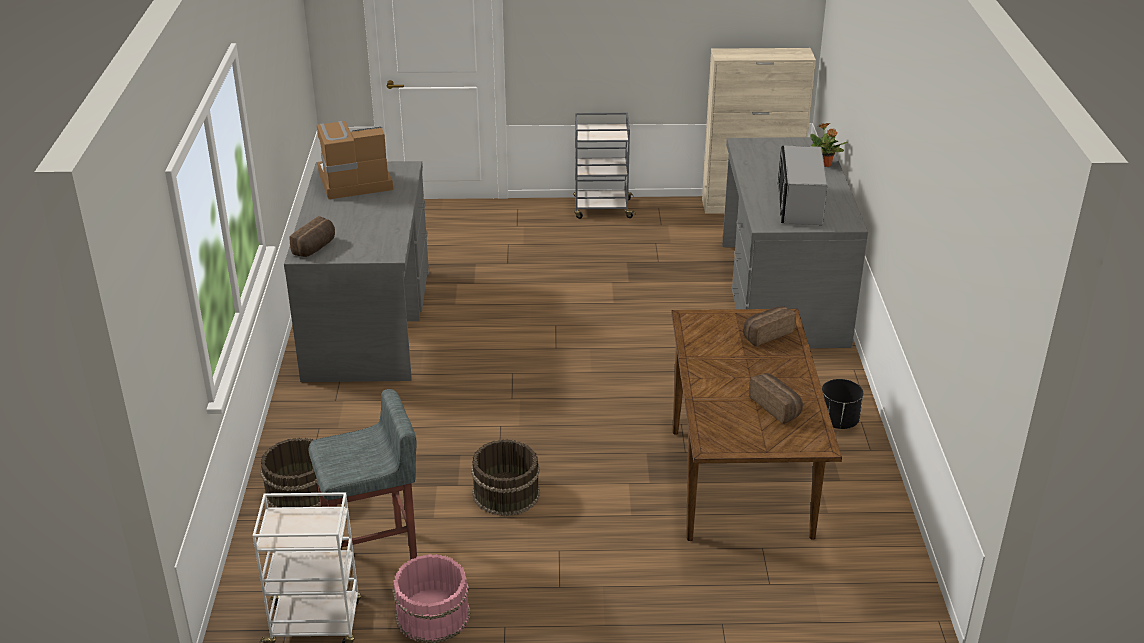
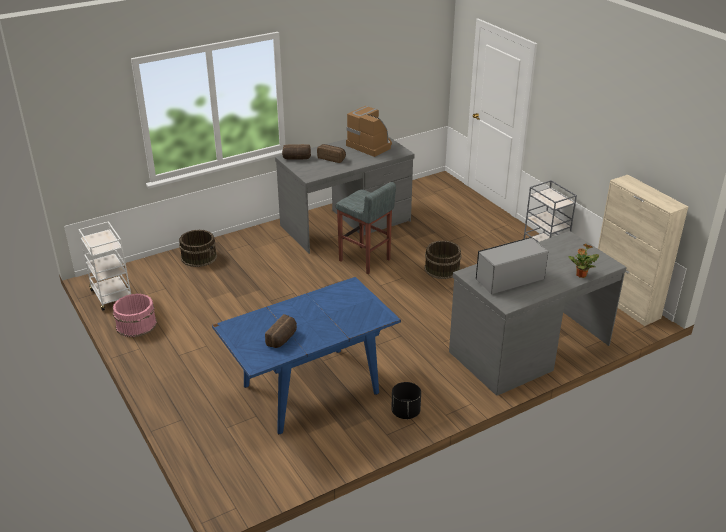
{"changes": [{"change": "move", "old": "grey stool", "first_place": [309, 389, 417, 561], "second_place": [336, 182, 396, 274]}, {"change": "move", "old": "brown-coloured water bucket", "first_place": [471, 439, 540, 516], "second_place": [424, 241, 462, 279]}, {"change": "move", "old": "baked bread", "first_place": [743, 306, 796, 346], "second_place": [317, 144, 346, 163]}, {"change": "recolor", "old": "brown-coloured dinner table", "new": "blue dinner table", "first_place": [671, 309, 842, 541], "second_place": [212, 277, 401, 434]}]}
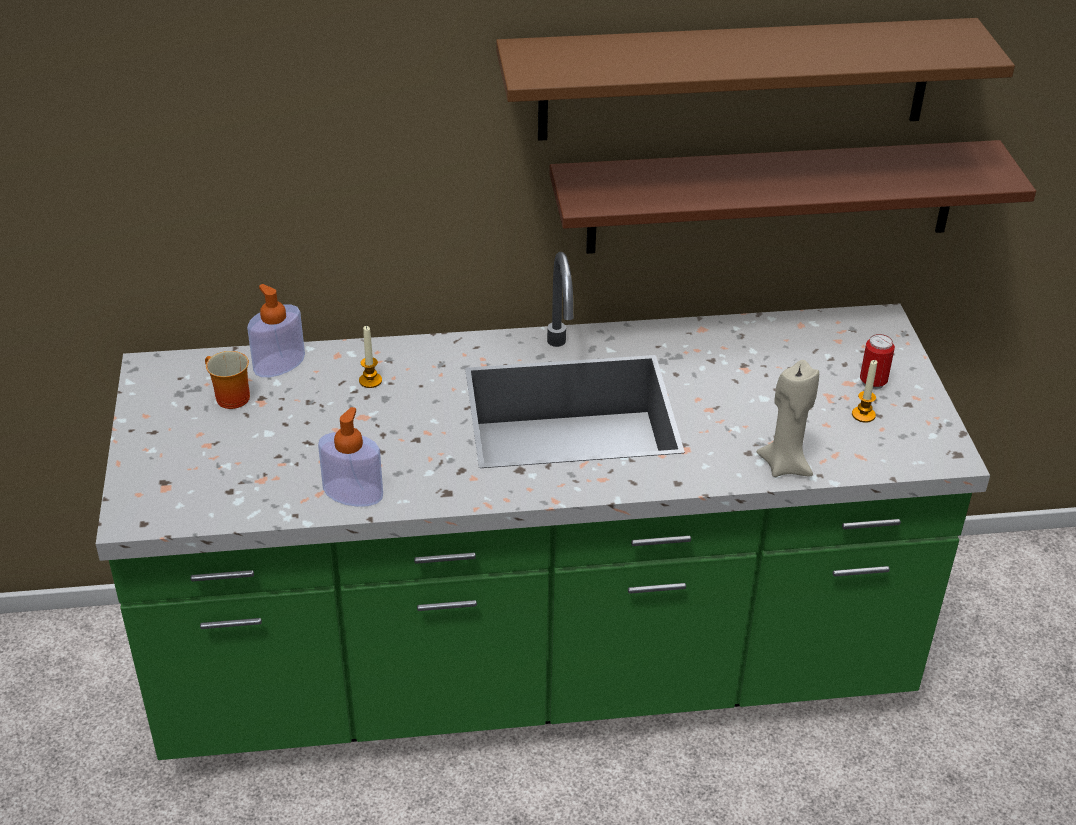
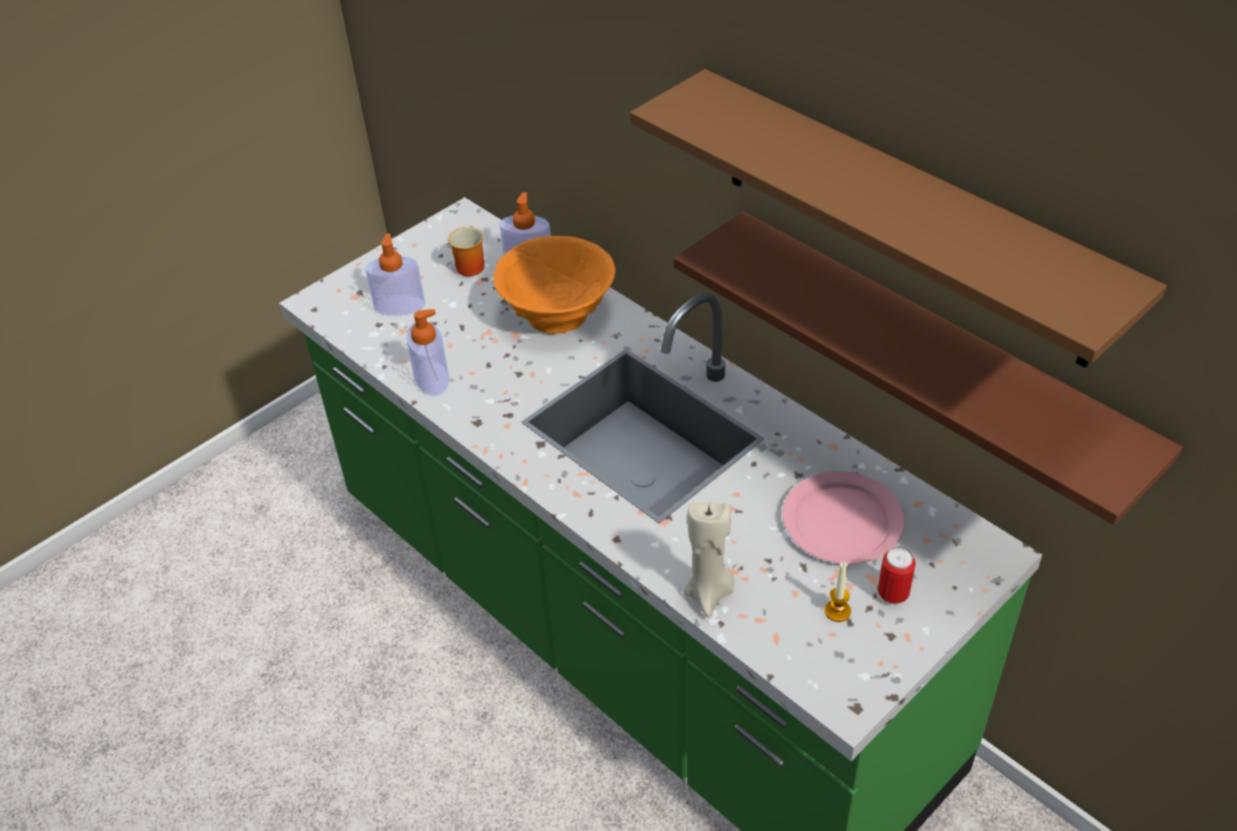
{"changes": [{"change": "insert", "new": "liquid soap bottle", "second_place": [365, 234, 425, 316]}, {"change": "insert", "new": "pinkish plate", "second_place": [783, 471, 905, 564]}, {"change": "replace", "old": "candle", "new": "orangey bowl", "first_place": [359, 326, 382, 388], "second_place": [493, 236, 615, 334]}]}
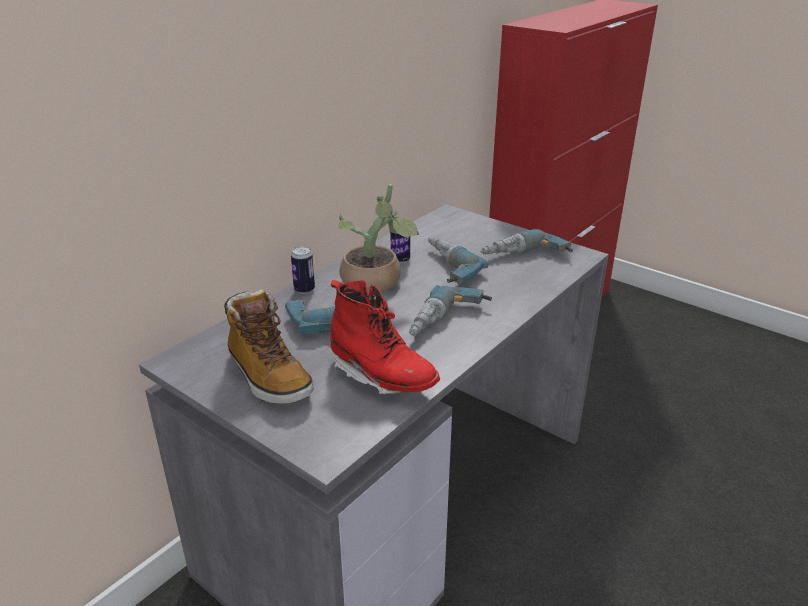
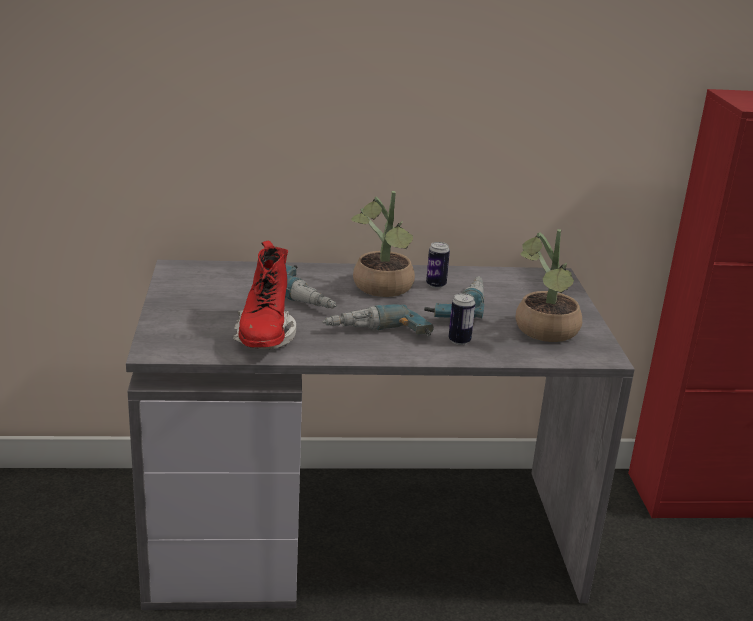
{"changes": [{"change": "delete", "old": "boot", "first_place": [224, 289, 313, 404]}, {"change": "move", "old": "sealed can", "first_place": [291, 246, 315, 294], "second_place": [449, 293, 475, 345]}, {"change": "replace", "old": "power drill", "new": "plant in a pot", "first_place": [480, 229, 573, 254], "second_place": [516, 229, 582, 342]}]}
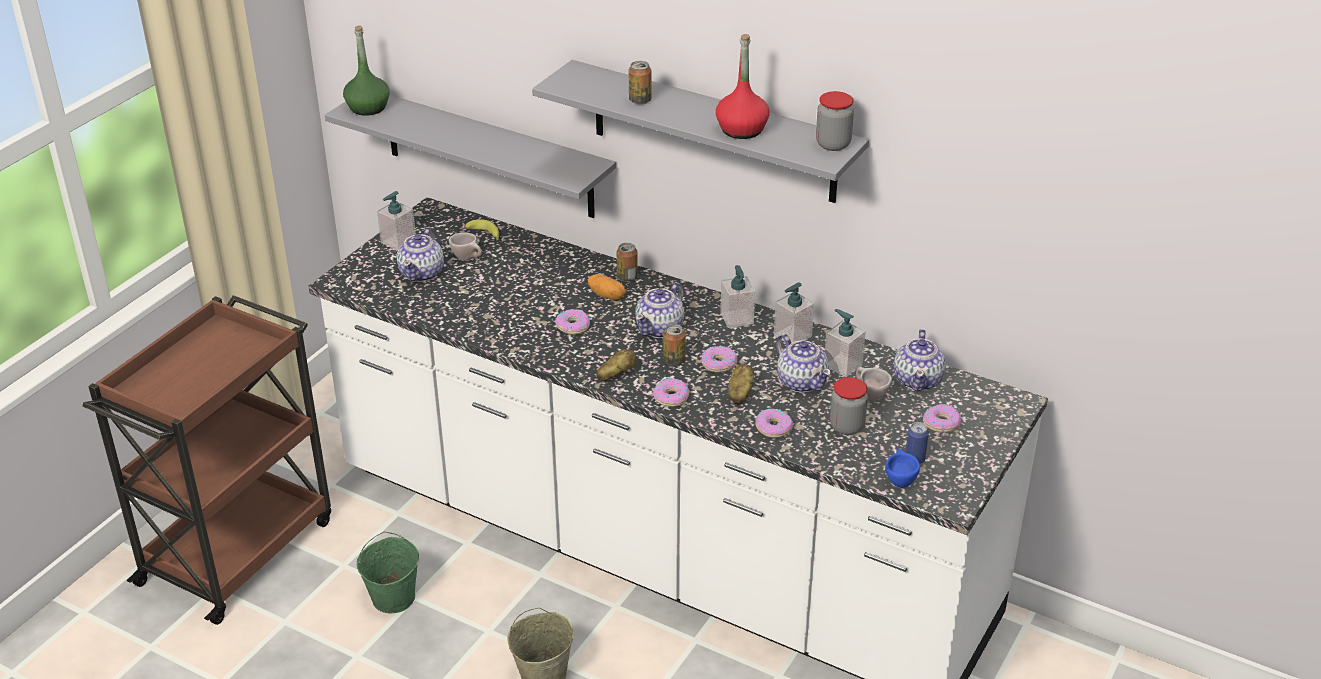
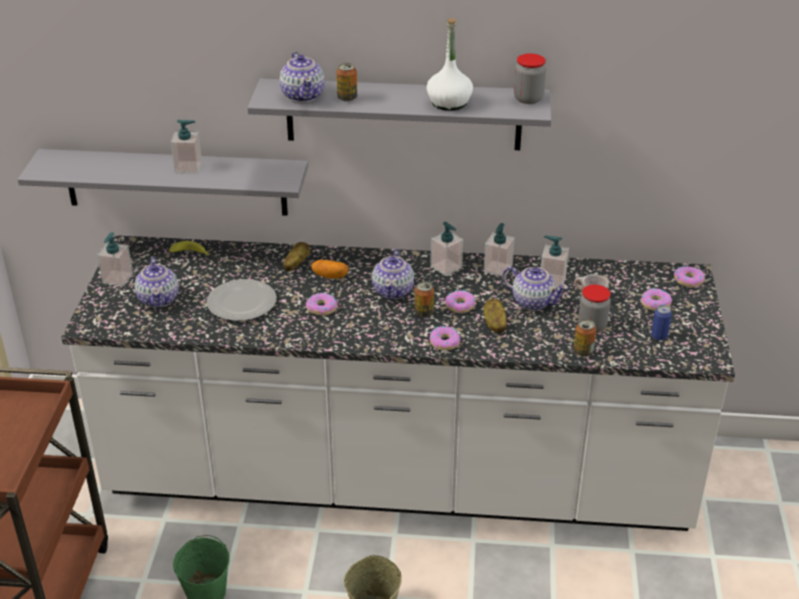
{"changes": [{"change": "delete", "old": "green-coloured bottle", "first_place": [343, 26, 390, 116]}, {"change": "delete", "old": "sand-coloured small cup", "first_place": [449, 232, 482, 261]}, {"change": "delete", "old": "blue small cup", "first_place": [885, 448, 920, 488]}, {"change": "insert", "new": "liquid soap bottle", "second_place": [171, 120, 202, 173]}, {"change": "insert", "new": "plate", "second_place": [206, 279, 277, 321]}, {"change": "move", "old": "spud", "first_place": [596, 349, 637, 381], "second_place": [283, 242, 310, 271]}, {"change": "move", "old": "sealed can", "first_place": [617, 243, 638, 282], "second_place": [573, 319, 596, 356]}, {"change": "move", "old": "ring doughnut", "first_place": [755, 409, 793, 438], "second_place": [674, 266, 705, 287]}, {"change": "move", "old": "pot for tea", "first_place": [894, 329, 946, 391], "second_place": [280, 52, 325, 102]}, {"change": "recolor", "old": "red-coloured bottle", "new": "white-coloured bottle", "first_place": [716, 34, 769, 139], "second_place": [427, 18, 473, 111]}]}
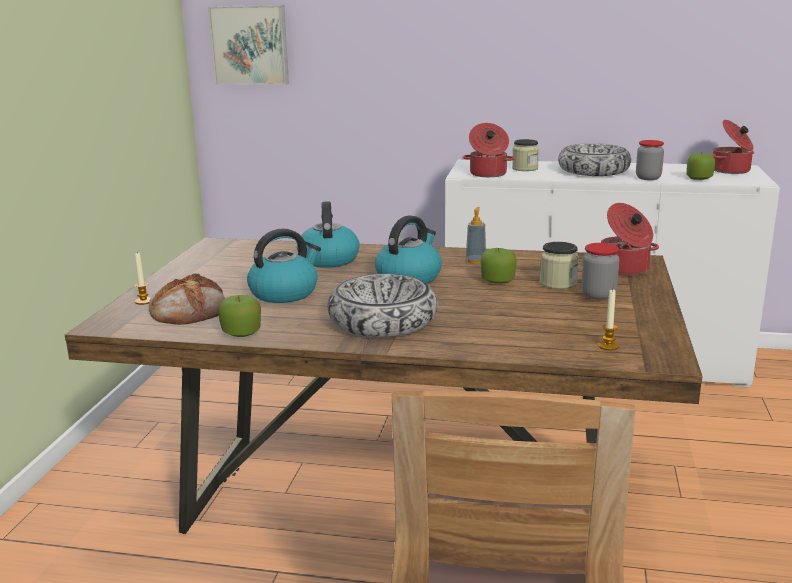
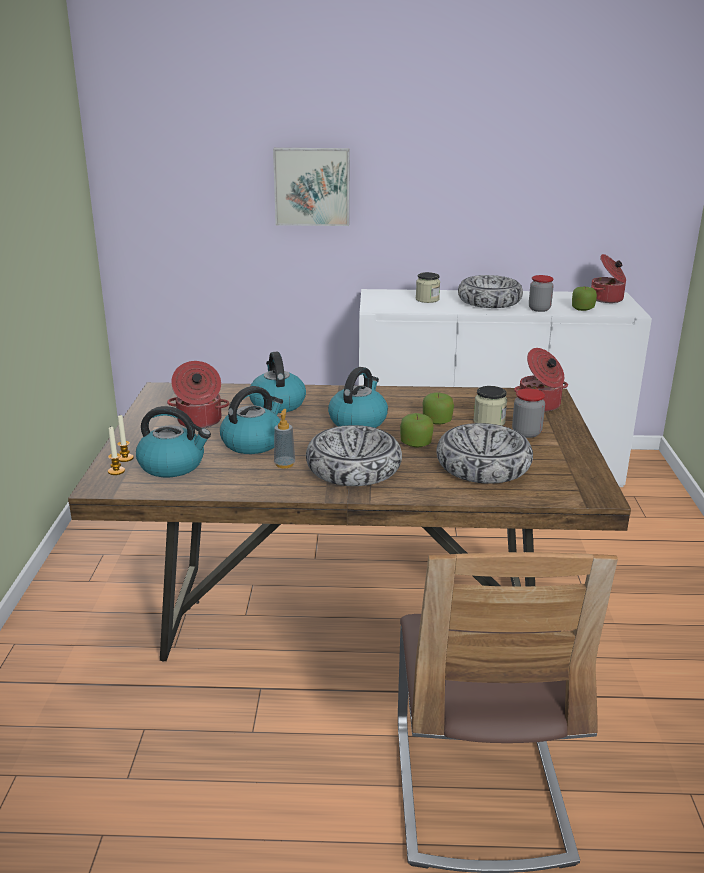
{"changes": [{"change": "insert", "new": "bowl", "second_place": [436, 423, 533, 484]}, {"change": "move", "old": "picture", "first_place": [208, 5, 289, 85], "second_place": [273, 148, 349, 226]}, {"change": "move", "old": "apple fruit", "first_place": [218, 295, 261, 337], "second_place": [400, 413, 434, 447]}, {"change": "move", "old": "stockpot", "first_place": [463, 123, 515, 177], "second_place": [167, 361, 229, 428]}, {"change": "move", "old": "liquid soap bottle", "first_place": [466, 207, 486, 264], "second_place": [274, 409, 295, 468]}, {"change": "move", "old": "candle", "first_place": [598, 289, 619, 350], "second_place": [108, 427, 125, 475]}, {"change": "replace", "old": "baked bread", "new": "water kettle", "first_place": [149, 274, 225, 325], "second_place": [136, 406, 211, 477]}]}
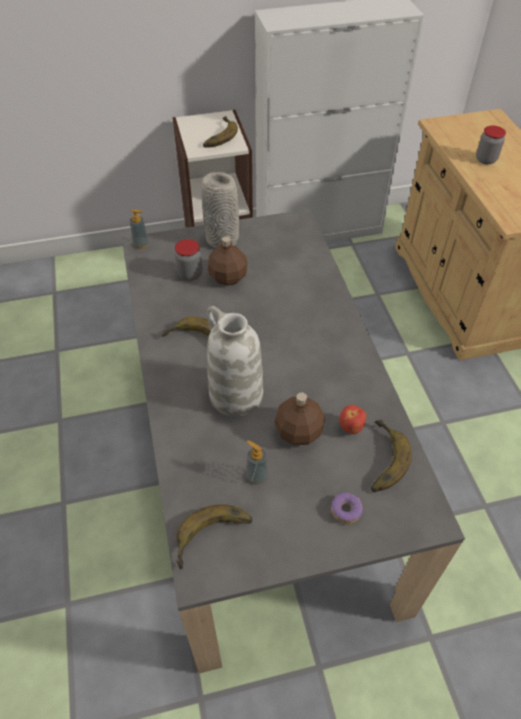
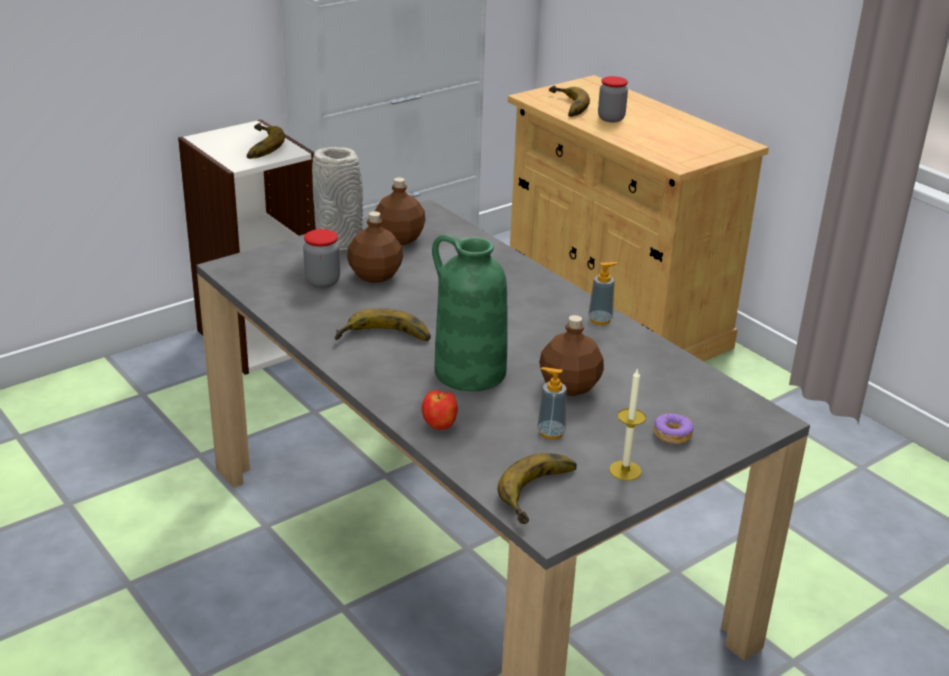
{"changes": [{"change": "insert", "new": "brown-coloured bottle", "second_place": [375, 177, 426, 245]}, {"change": "insert", "new": "candle", "second_place": [609, 368, 646, 481]}, {"change": "move", "old": "liquid soap bottle", "first_place": [130, 209, 149, 249], "second_place": [588, 262, 618, 325]}, {"change": "move", "old": "apple fruit", "first_place": [339, 405, 366, 434], "second_place": [422, 390, 458, 430]}, {"change": "move", "old": "banana", "first_place": [370, 420, 411, 492], "second_place": [549, 86, 590, 117]}, {"change": "recolor", "old": "white-coloured flower vase", "new": "green-coloured flower vase", "first_place": [207, 306, 263, 416], "second_place": [432, 234, 508, 391]}]}
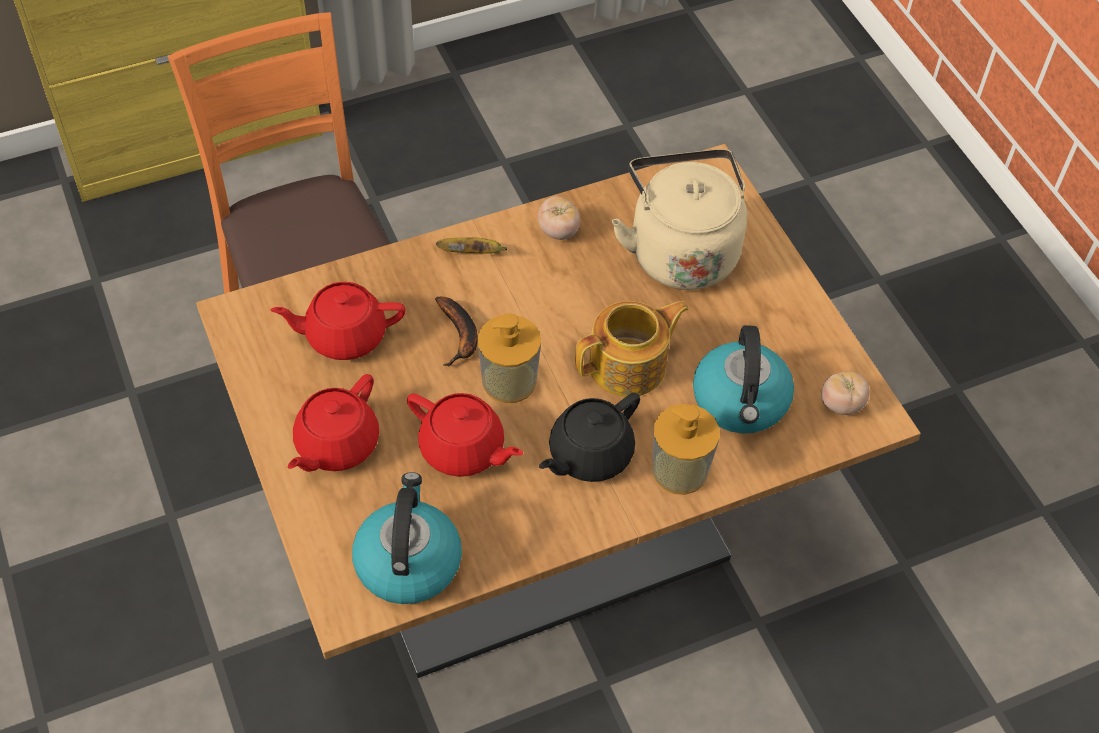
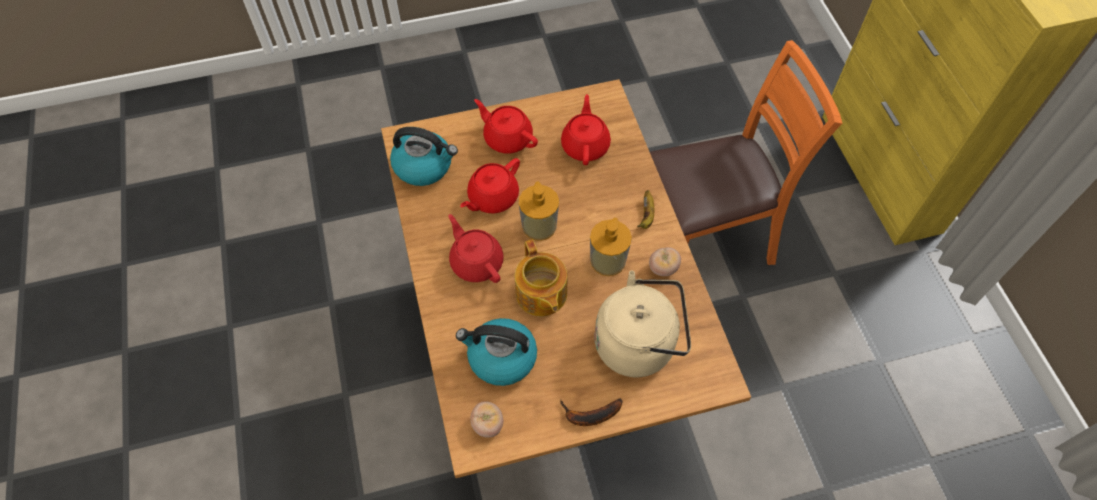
{"changes": [{"change": "move", "old": "banana", "first_place": [435, 297, 478, 367], "second_place": [560, 399, 622, 426]}, {"change": "move", "old": "liquid soap bottle", "first_place": [652, 404, 719, 495], "second_place": [590, 218, 632, 276]}, {"change": "recolor", "old": "black pot for tea", "new": "red-coloured pot for tea", "first_place": [539, 393, 640, 482], "second_place": [448, 214, 504, 283]}]}
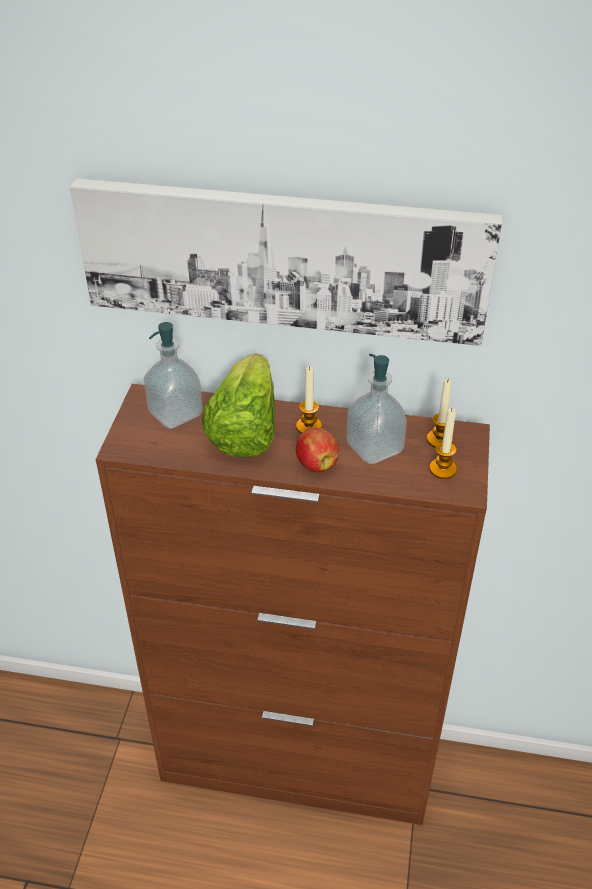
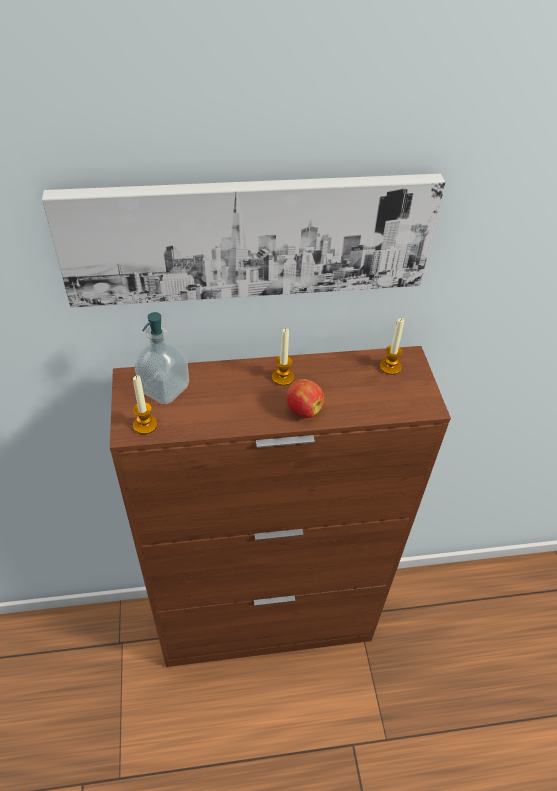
{"changes": [{"change": "delete", "old": "lettuce head", "first_place": [202, 353, 275, 457]}, {"change": "delete", "old": "liquid soap bottle", "first_place": [346, 354, 407, 464]}, {"change": "move", "old": "candle", "first_place": [429, 408, 457, 479], "second_place": [133, 376, 157, 434]}]}
